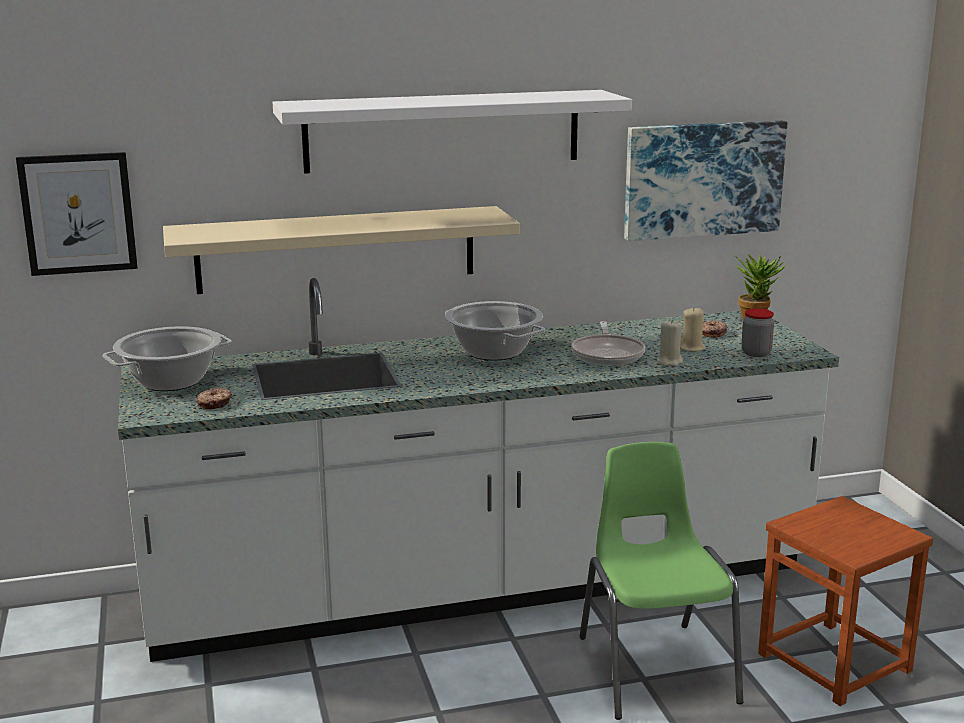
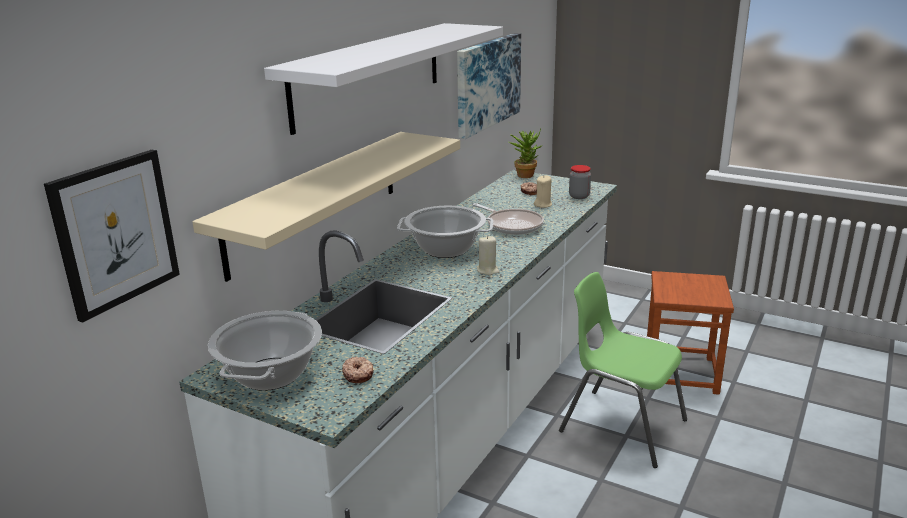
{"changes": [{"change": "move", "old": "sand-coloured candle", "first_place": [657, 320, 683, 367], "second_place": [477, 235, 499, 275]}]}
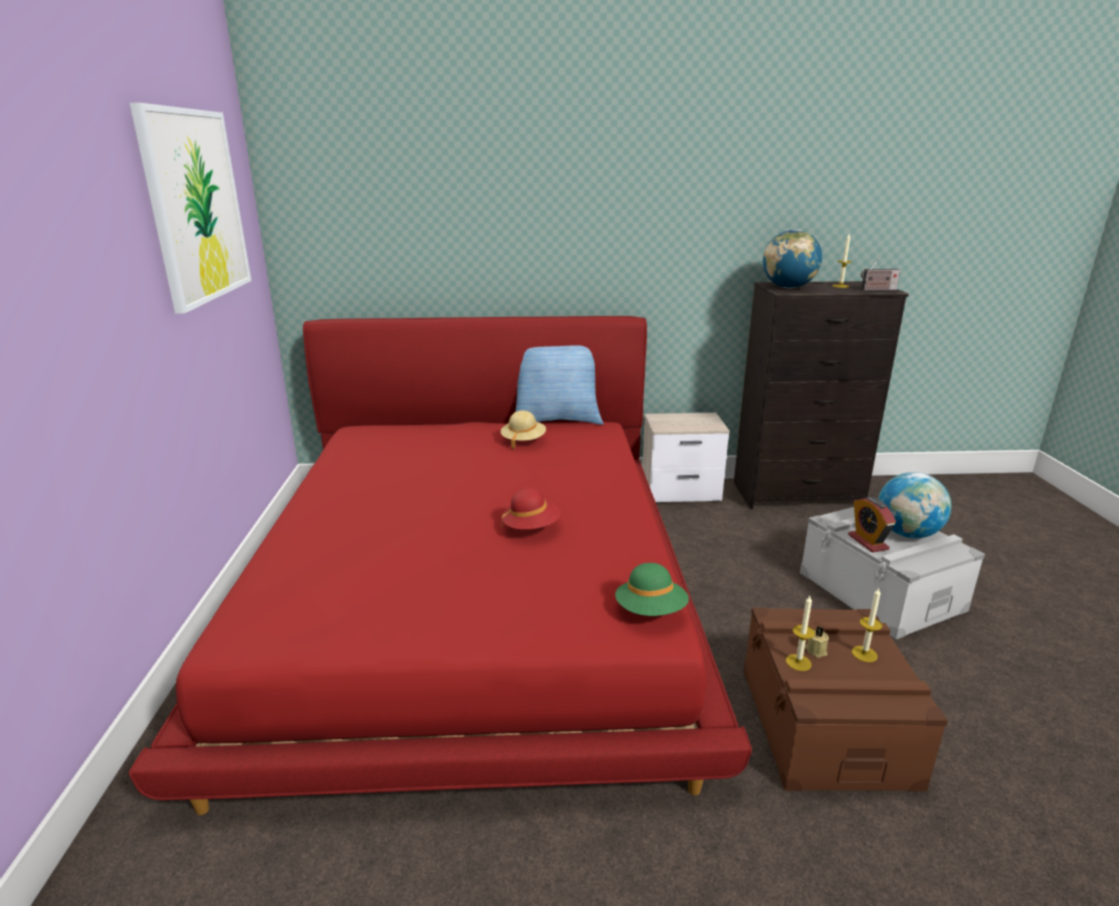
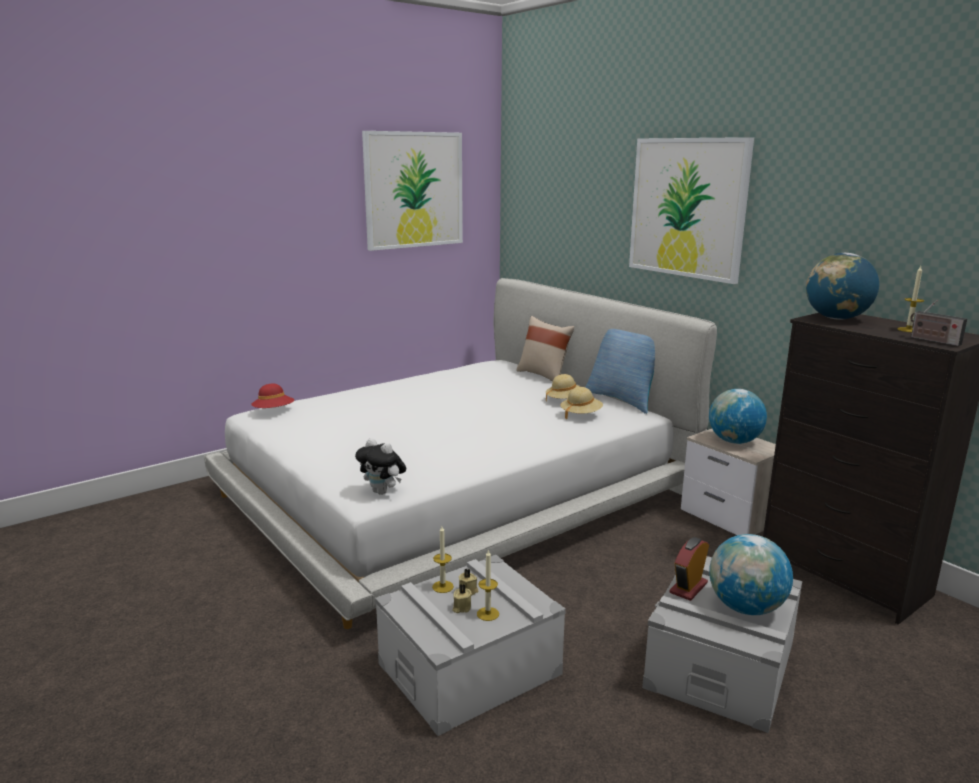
{"changes": [{"change": "insert", "new": "sand-coloured candle", "second_place": [452, 584, 472, 613]}, {"change": "insert", "new": "sand-coloured pillow", "second_place": [516, 316, 574, 381]}, {"change": "insert", "new": "sand-coloured wearable hat", "second_place": [560, 387, 603, 420]}, {"change": "insert", "new": "picture", "second_place": [629, 137, 754, 284]}, {"change": "insert", "new": "world globe", "second_place": [709, 389, 767, 444]}, {"change": "move", "old": "red-coloured wearable hat", "first_place": [502, 488, 561, 530], "second_place": [251, 384, 294, 408]}, {"change": "replace", "old": "green-coloured wearable hat", "new": "soft toy", "first_place": [615, 563, 689, 616], "second_place": [355, 438, 406, 495]}, {"change": "recolor", "old": "red-coloured bed", "new": "white-coloured bed", "first_place": [129, 316, 752, 815], "second_place": [204, 278, 717, 629]}, {"change": "recolor", "old": "brown-coloured storage container", "new": "grey storage container", "first_place": [743, 608, 948, 791], "second_place": [375, 555, 566, 736]}]}
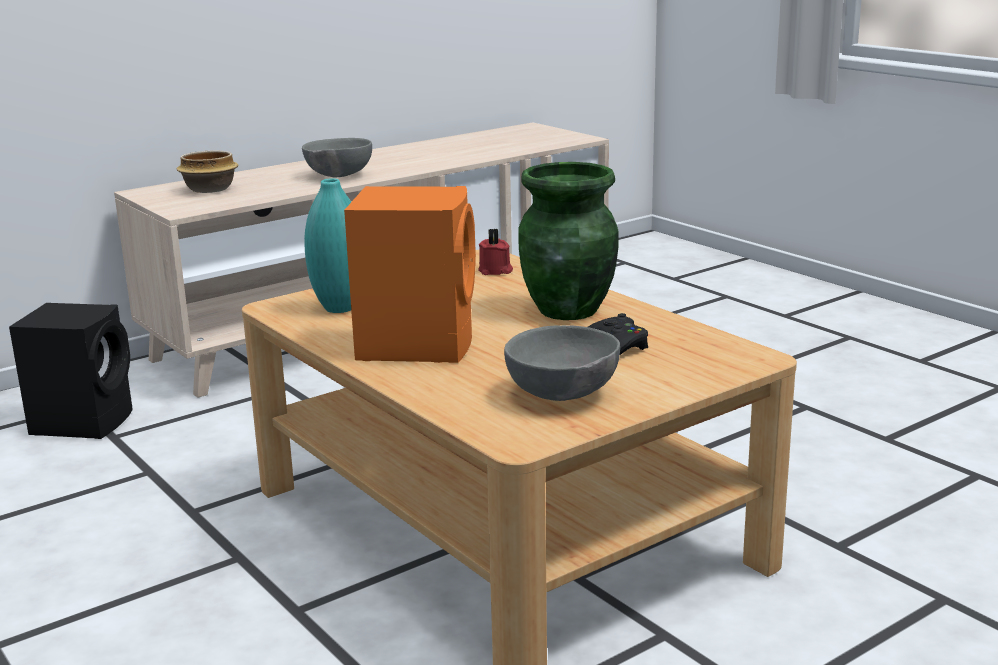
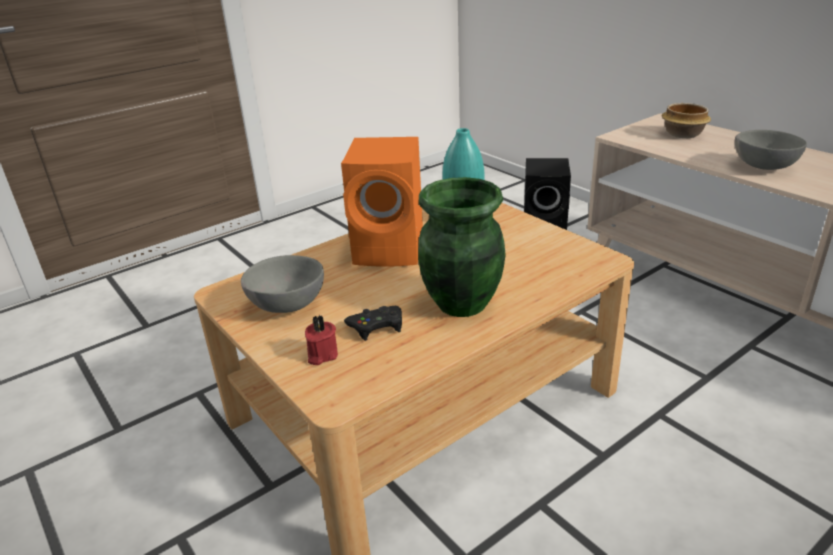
{"changes": [{"change": "move", "old": "red-coloured candle", "first_place": [478, 229, 513, 275], "second_place": [305, 315, 338, 365]}]}
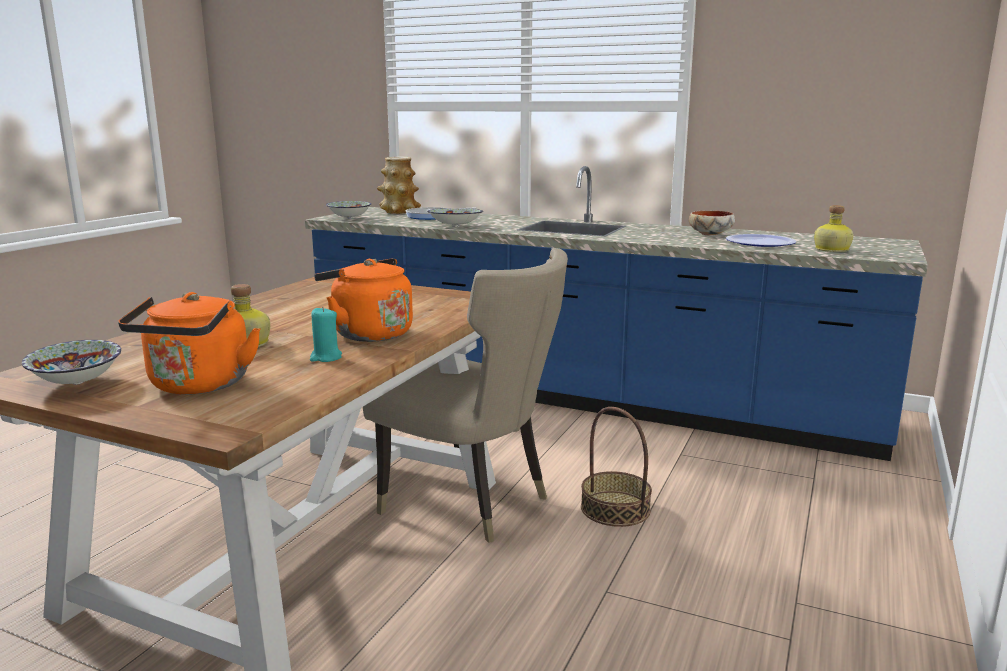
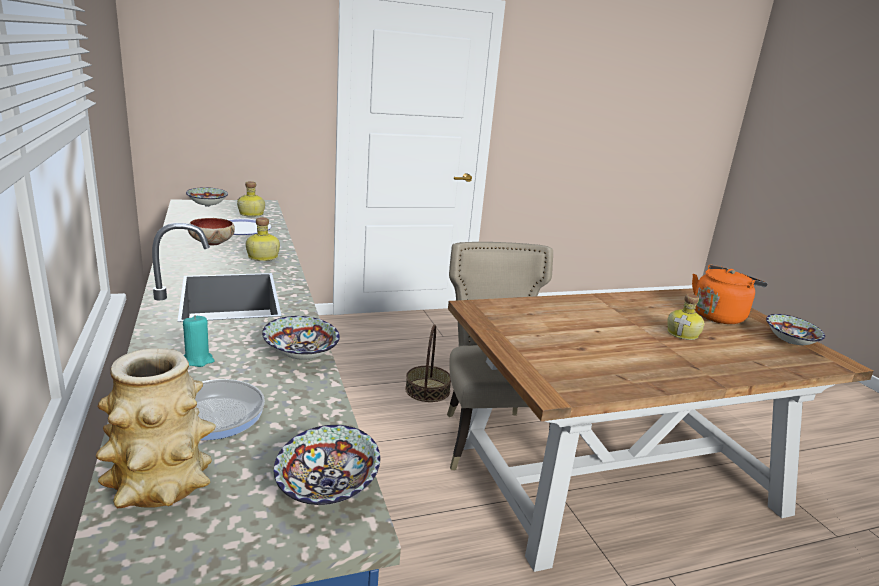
{"changes": [{"change": "delete", "old": "orangey water kettle", "first_place": [314, 258, 413, 342]}, {"change": "insert", "new": "bowl", "second_place": [186, 187, 228, 207]}, {"change": "insert", "new": "bottle", "second_place": [246, 217, 280, 261]}, {"change": "move", "old": "blue-green candle", "first_place": [310, 307, 342, 362], "second_place": [183, 315, 215, 367]}]}
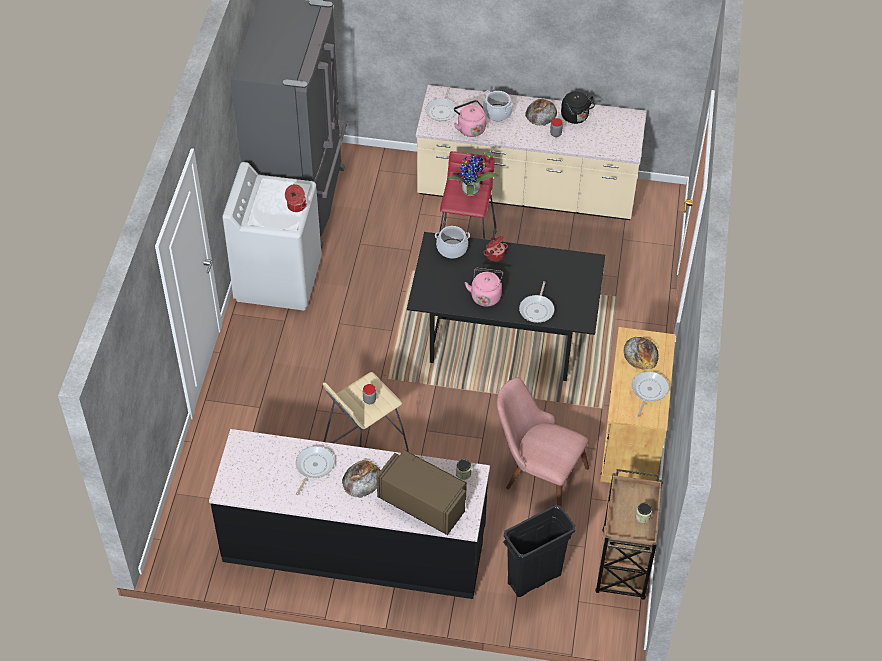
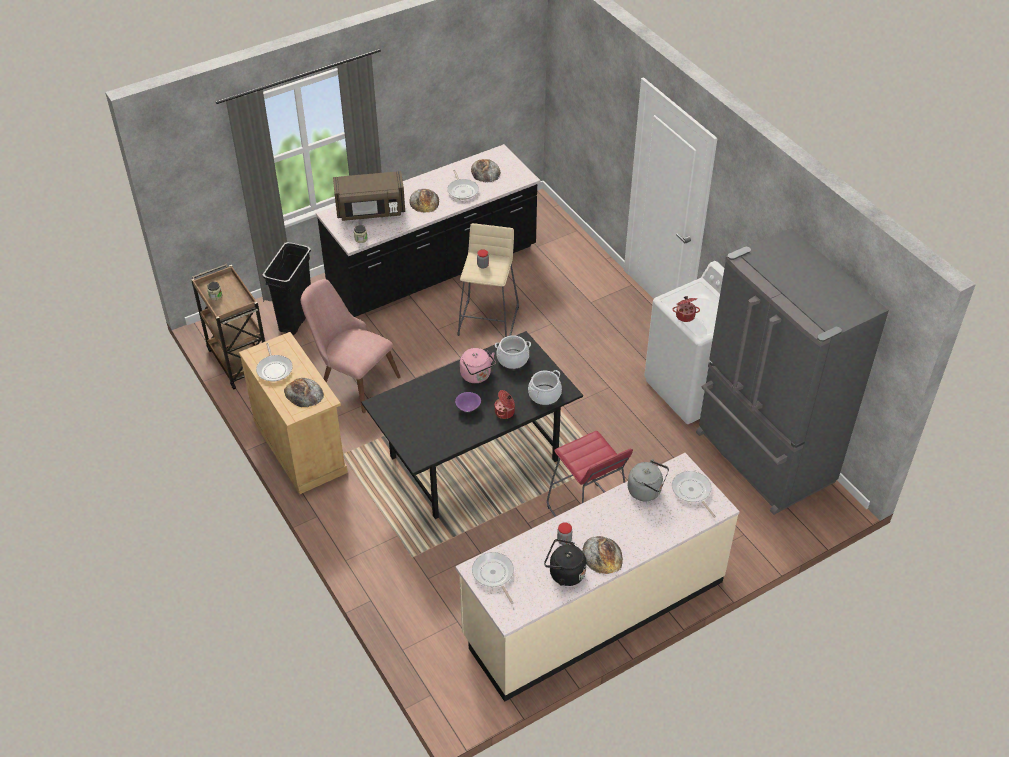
{"changes": [{"change": "delete", "old": "plant in a pot", "first_place": [447, 150, 499, 196]}, {"change": "insert", "new": "purple-coloured bowl", "second_place": [455, 392, 481, 412]}, {"change": "insert", "new": "baked bread", "second_place": [471, 159, 501, 183]}, {"change": "move", "old": "stockpot", "first_place": [483, 91, 513, 121], "second_place": [495, 335, 531, 369]}, {"change": "move", "old": "pan", "first_place": [519, 281, 555, 323], "second_place": [472, 552, 514, 604]}, {"change": "recolor", "old": "pinkish water kettle", "new": "grey water kettle", "first_place": [454, 100, 486, 137], "second_place": [628, 459, 669, 501]}, {"change": "rotate", "old": "pinkish chair", "first_place": [497, 378, 589, 507], "second_place": [301, 279, 401, 413], "degrees": -135}]}
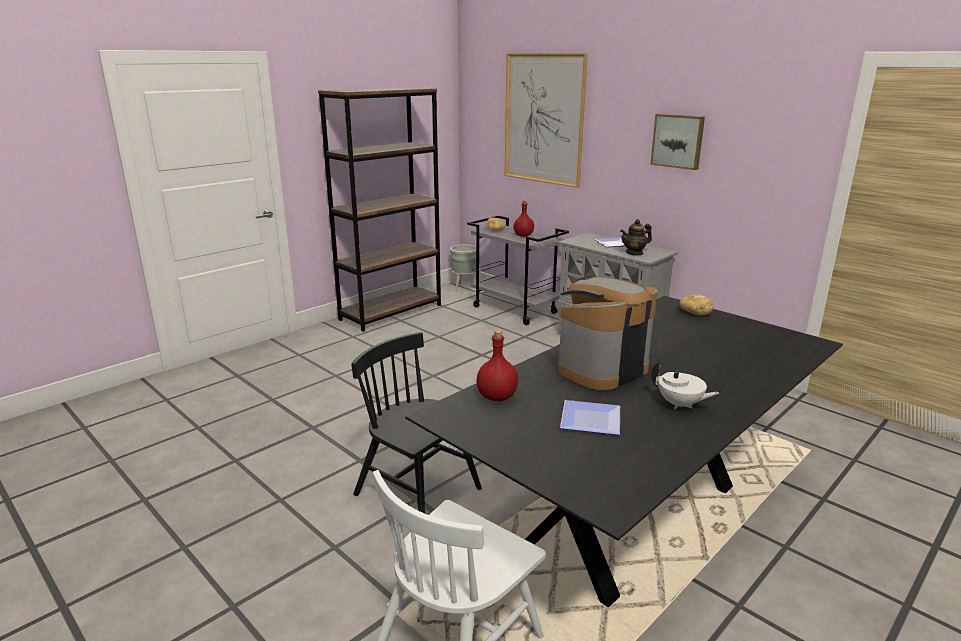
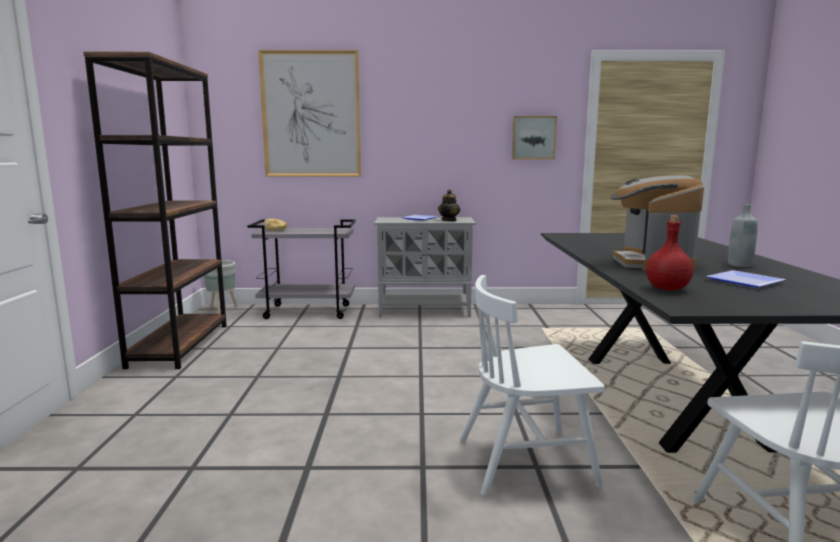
{"changes": [{"change": "delete", "old": "red-coloured bottle", "first_place": [514, 200, 534, 237]}, {"change": "delete", "old": "baked bread", "first_place": [679, 294, 714, 315]}, {"change": "move", "old": "picture", "first_place": [650, 114, 705, 170], "second_place": [512, 116, 557, 159]}, {"change": "replace", "old": "white-coloured pot for tea", "new": "grey bottle", "first_place": [651, 361, 719, 410], "second_place": [728, 204, 758, 267]}, {"change": "recolor", "old": "black chair", "new": "white-coloured chair", "first_place": [351, 332, 482, 513], "second_place": [460, 275, 605, 496]}]}
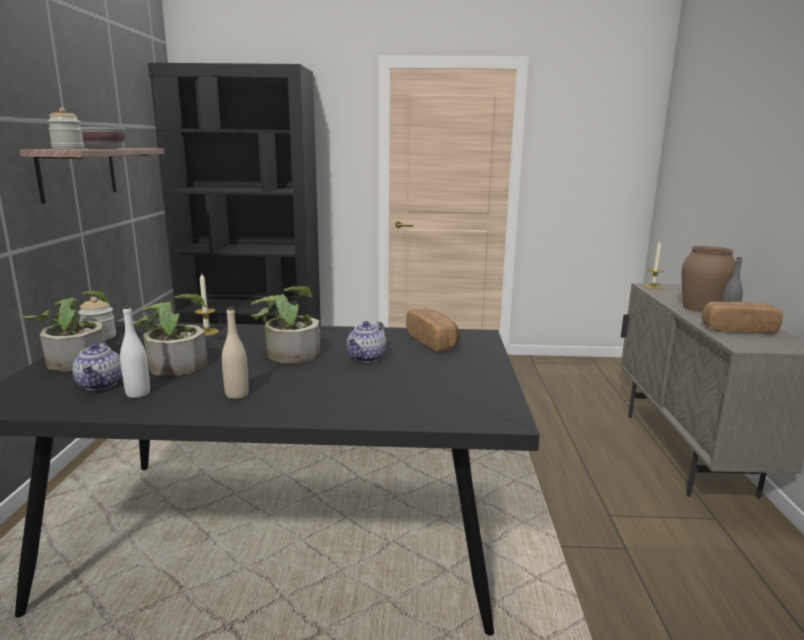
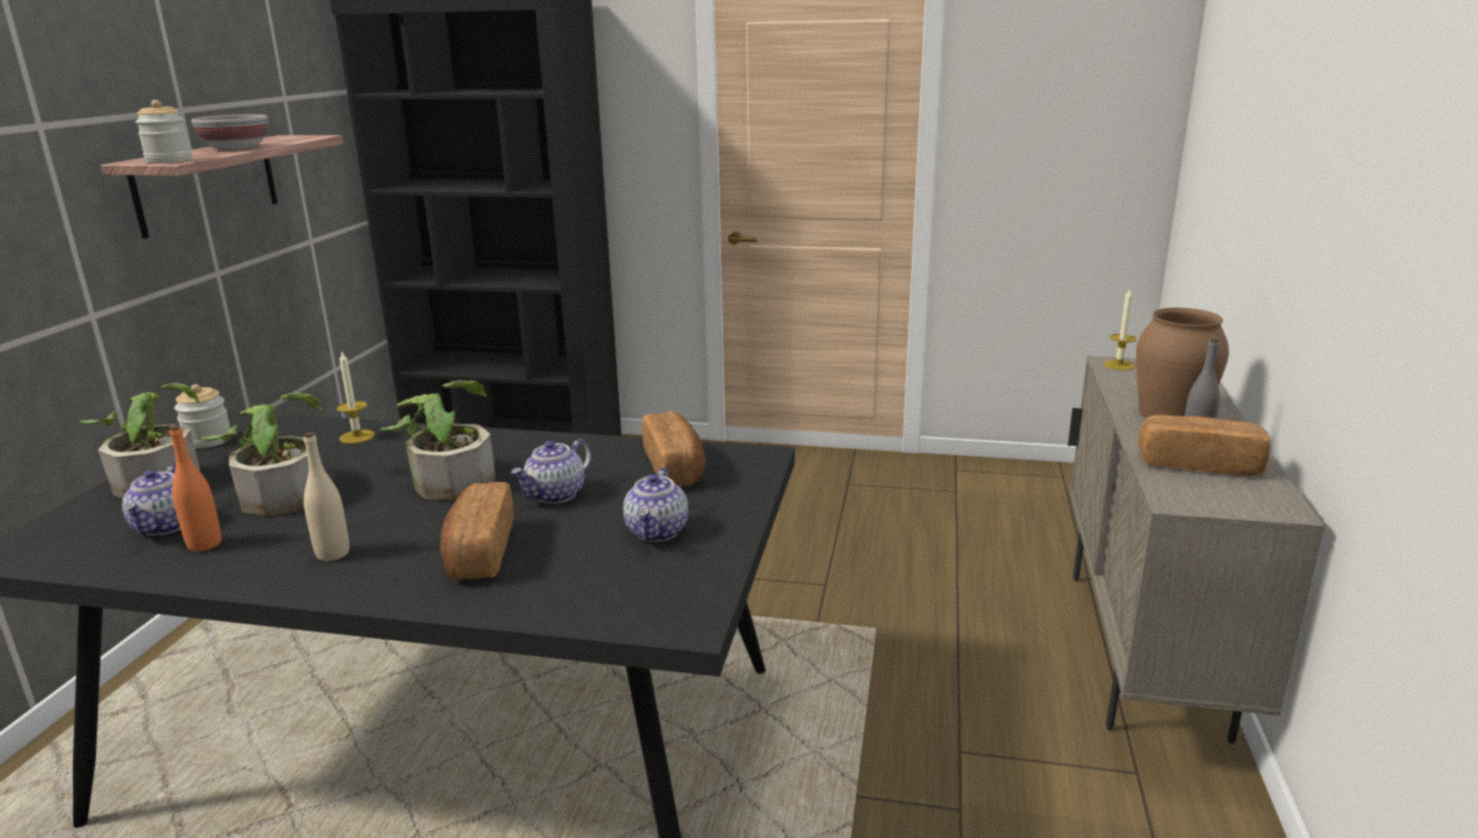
{"changes": [{"change": "insert", "new": "baked bread", "second_place": [440, 482, 514, 580]}, {"change": "insert", "new": "pot for tea", "second_place": [623, 467, 688, 542]}, {"change": "recolor", "old": "white-coloured bottle", "new": "orangey bottle", "first_place": [120, 306, 150, 398], "second_place": [170, 425, 221, 552]}]}
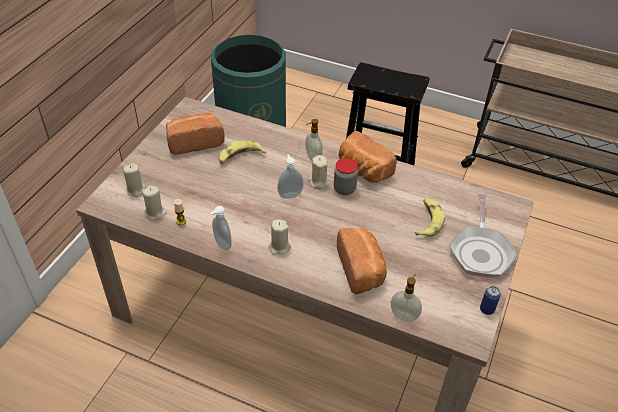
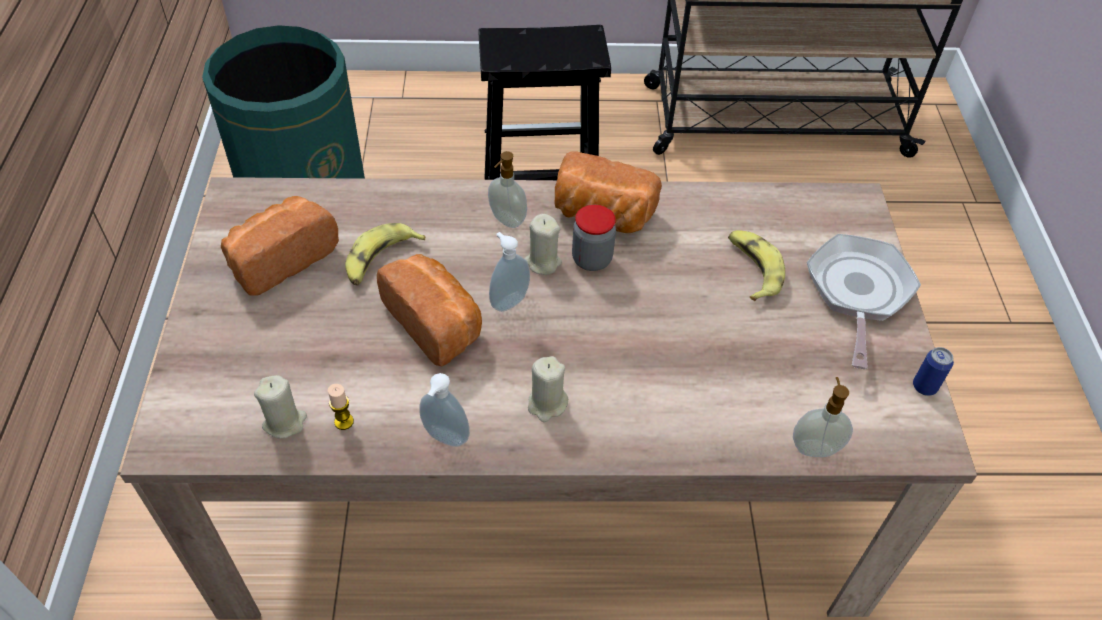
{"changes": [{"change": "delete", "old": "sand-coloured candle", "first_place": [123, 163, 145, 197]}, {"change": "move", "old": "baked bread", "first_place": [337, 228, 387, 294], "second_place": [377, 254, 482, 366]}, {"change": "rotate", "old": "pan", "first_place": [449, 194, 517, 278], "second_place": [807, 234, 921, 369], "degrees": -150}]}
